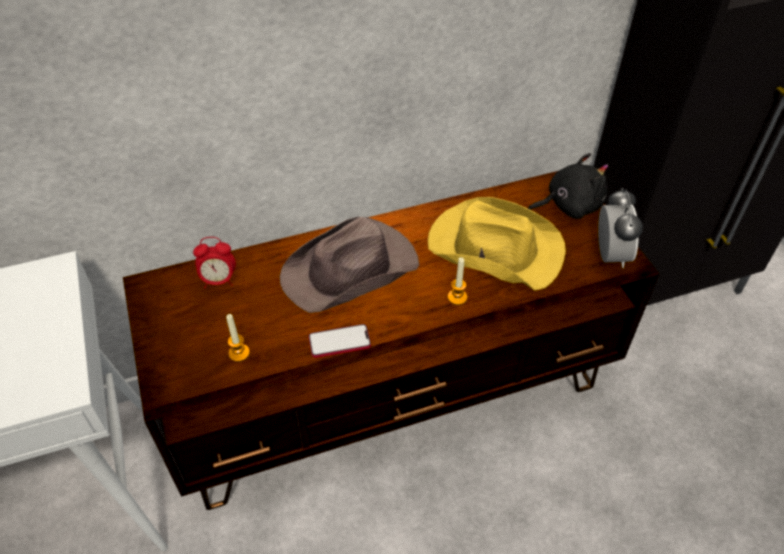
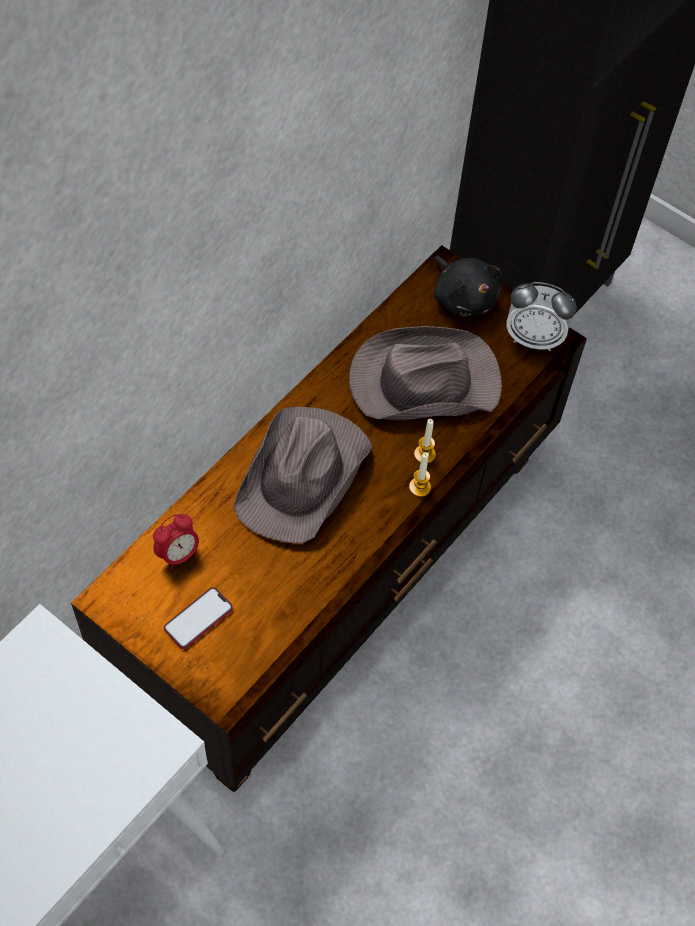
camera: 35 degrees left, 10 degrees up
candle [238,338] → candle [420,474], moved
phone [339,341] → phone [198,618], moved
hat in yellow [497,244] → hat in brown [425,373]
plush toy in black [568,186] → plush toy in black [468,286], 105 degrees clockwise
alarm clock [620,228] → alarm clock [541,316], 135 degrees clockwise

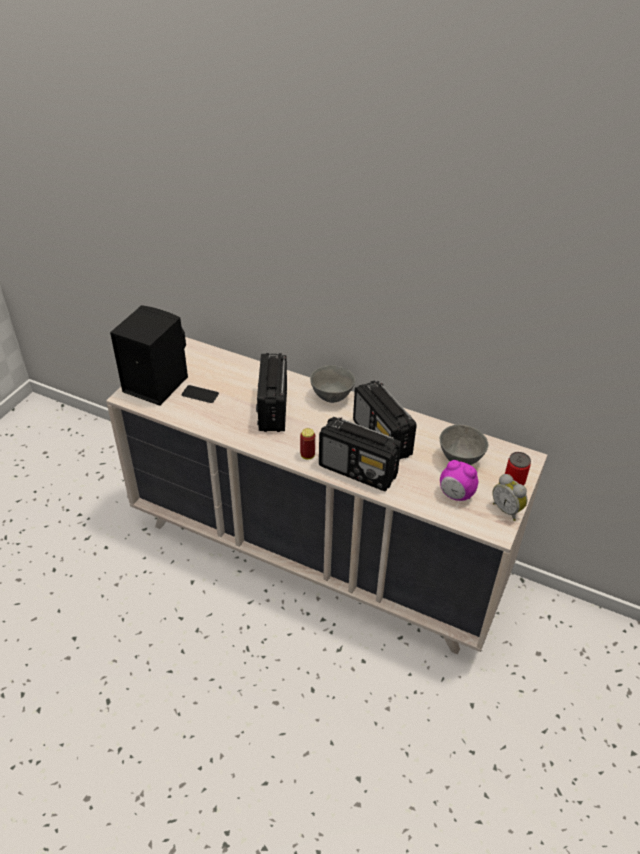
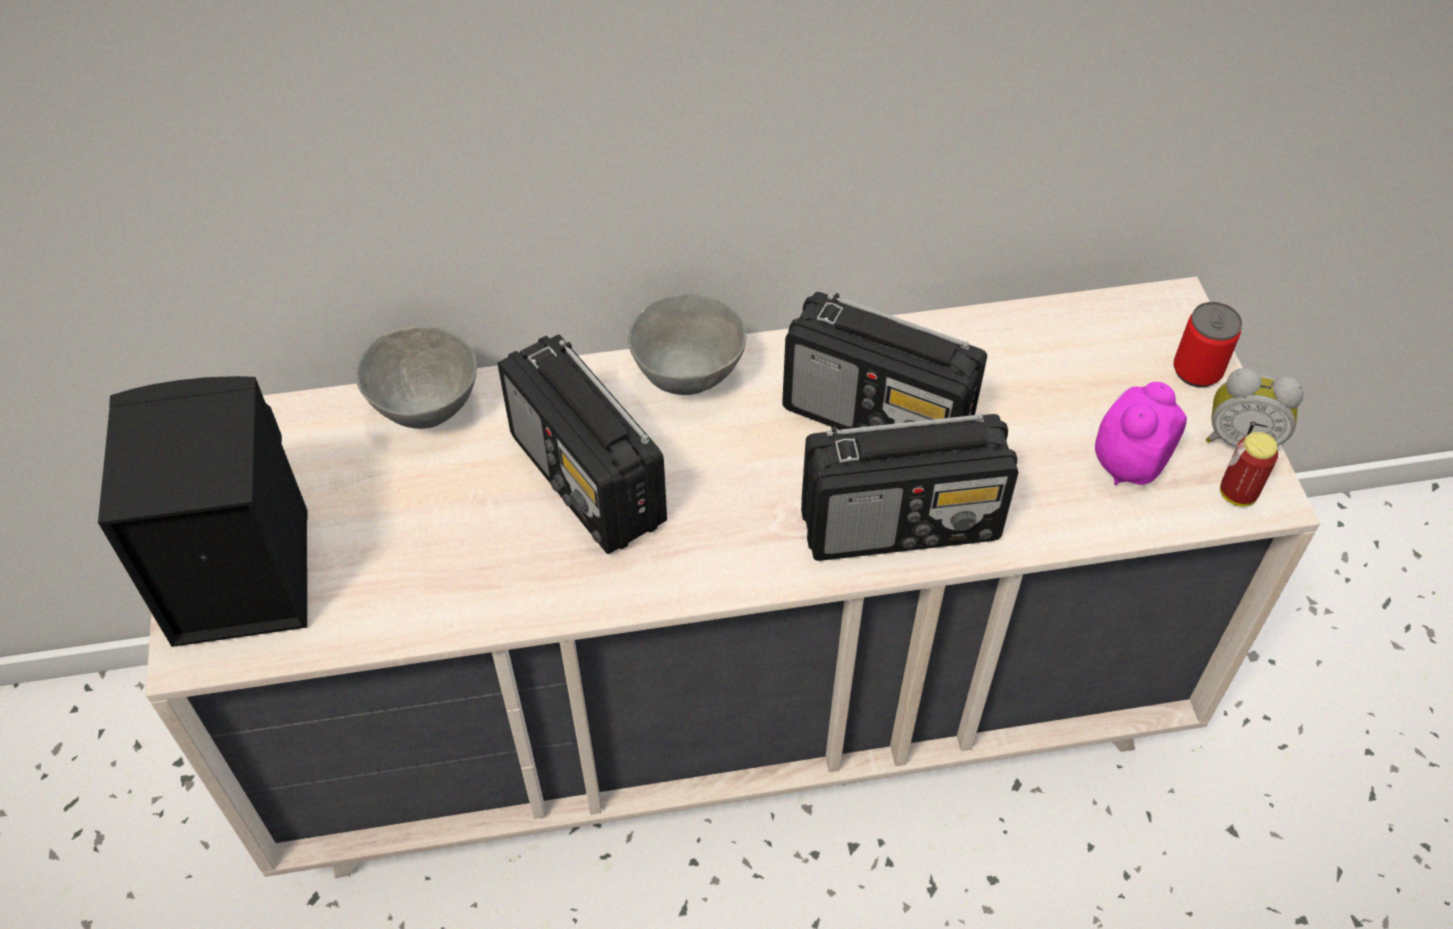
camera: 35 degrees left, 10 degrees up
phone [200,394] → -
can [307,444] → can [1249,469], moved
bowl in grey [464,445] → bowl in grey [416,377], moved
alarm clock [459,480] → alarm clock [1141,433], 135 degrees clockwise

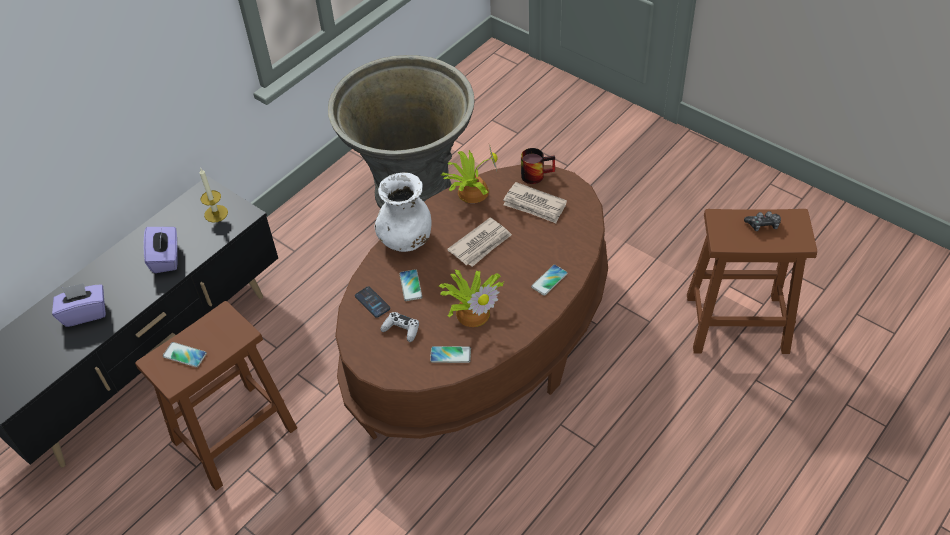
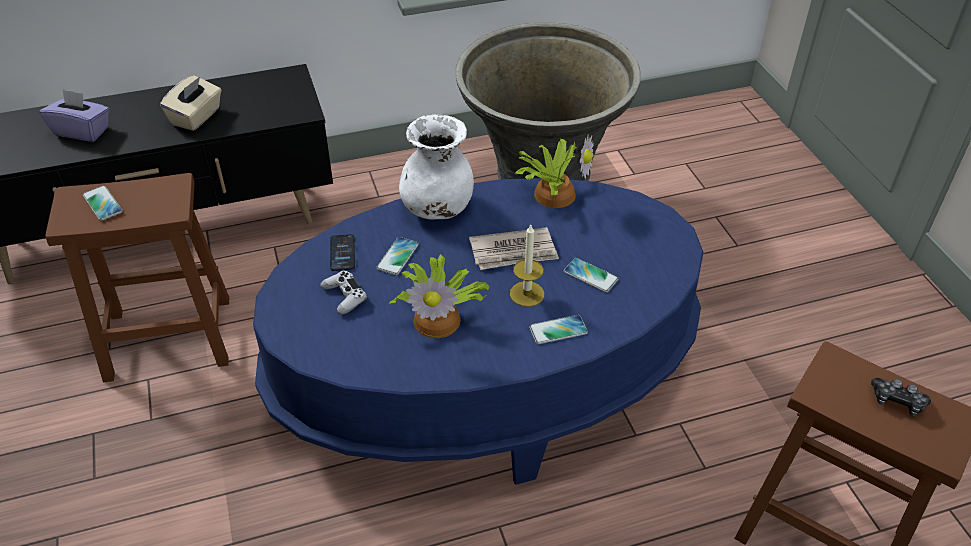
camera: 30 degrees right, 5 degrees down
newspaper [535,202] → -
mug [538,166] → -
candle [214,196] → candle [527,266], moved
phone [450,354] → phone [591,275], moved
tissue box in purple [160,250] → tissue box in beige [190,103]
coffee table in brown [471,302] → coffee table in blue [478,331]

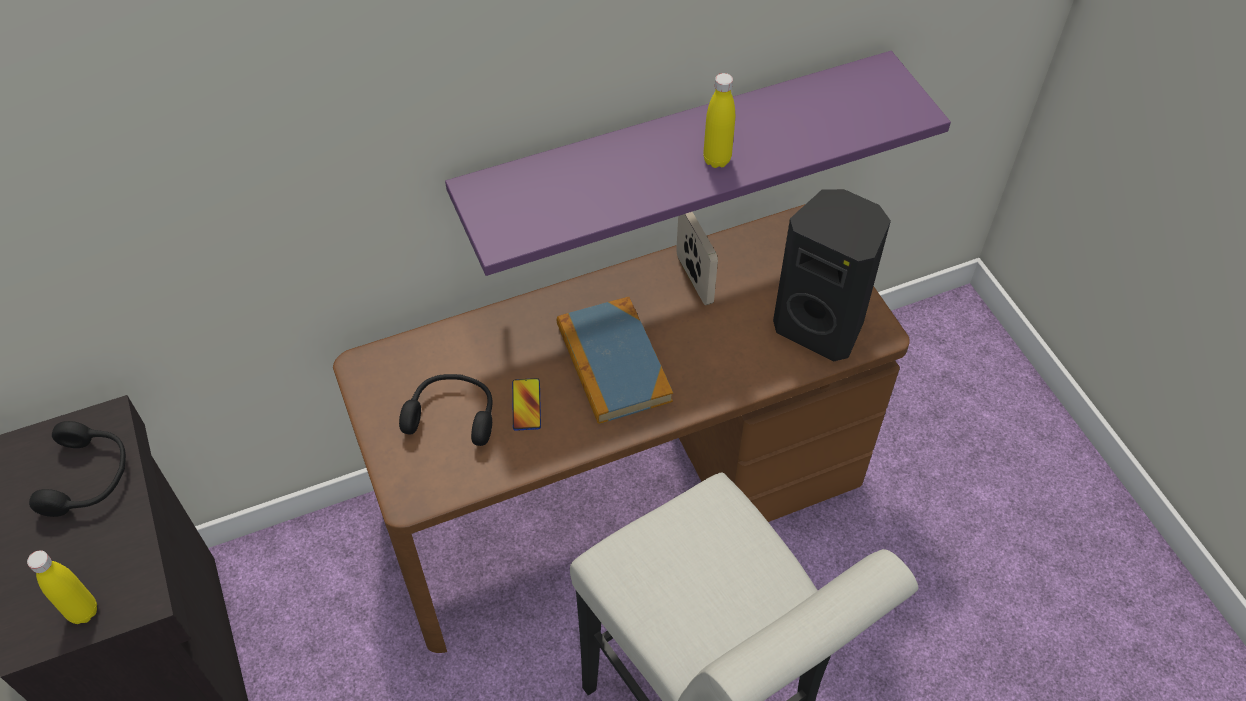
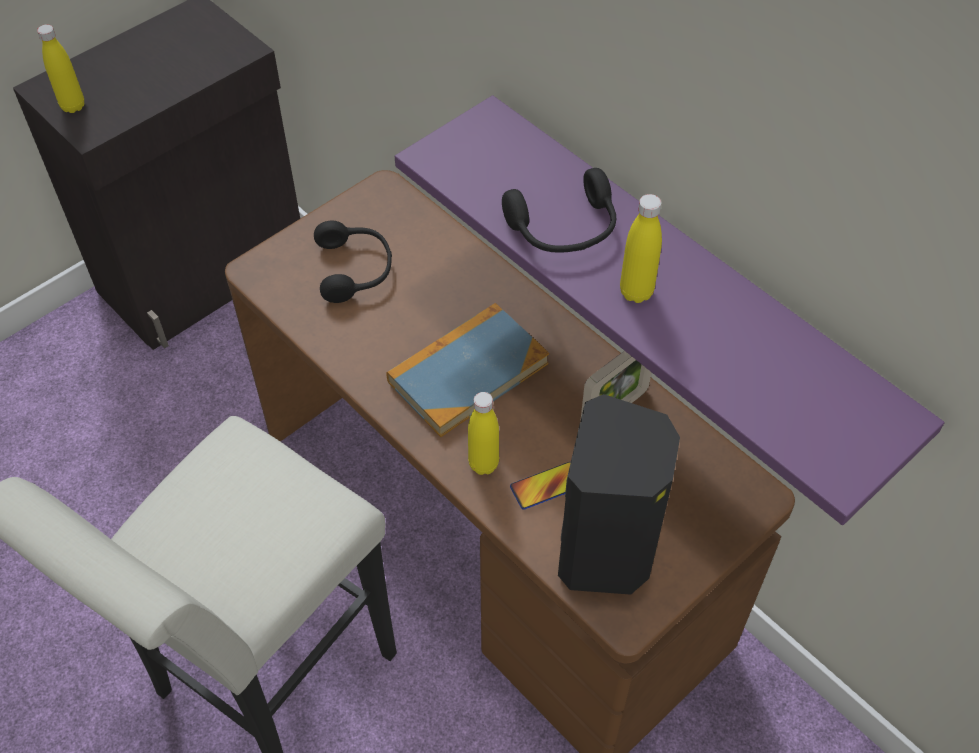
camera: 70 degrees right, 0 degrees up
- → bottle in yellow [483,433]
headphones in black [77,469] → headphones in black [559,210], moved
phone [526,404] → phone [540,486], moved

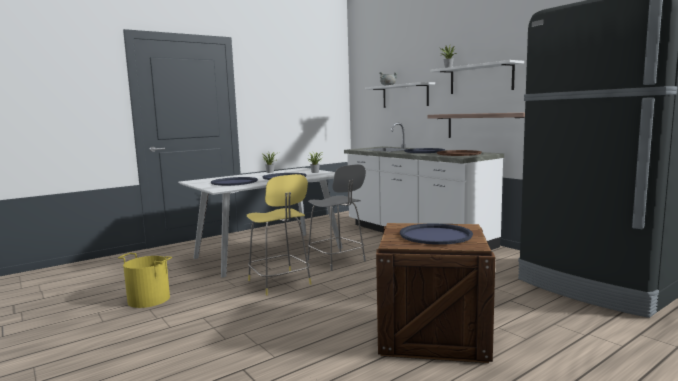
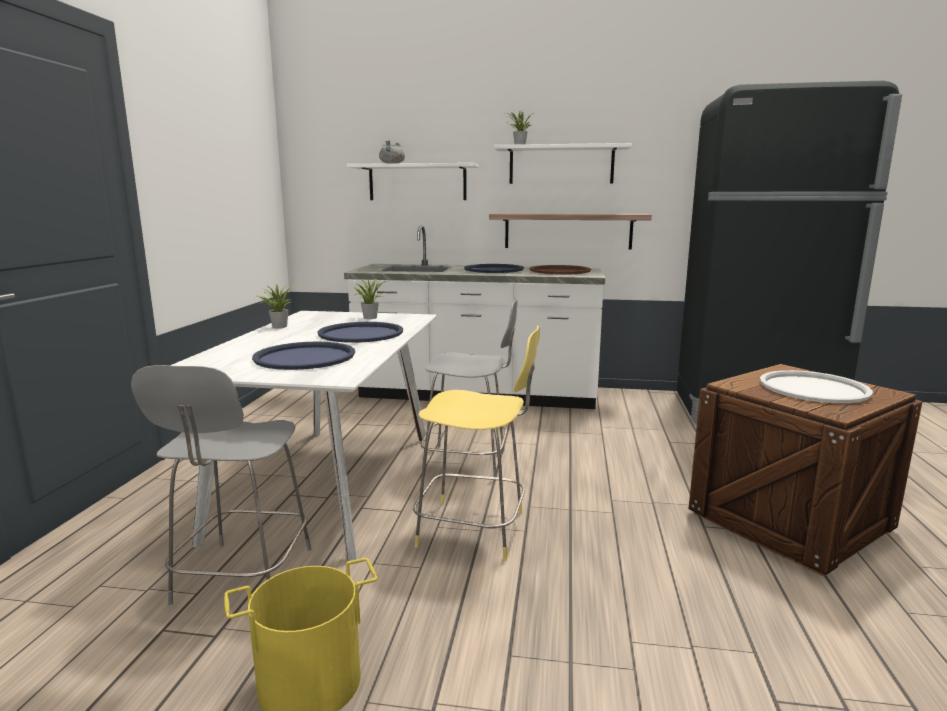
camera: 45 degrees left, 5 degrees up
- → stool in grey [221,485]
tray in blue [436,234] → tray in white [816,386]

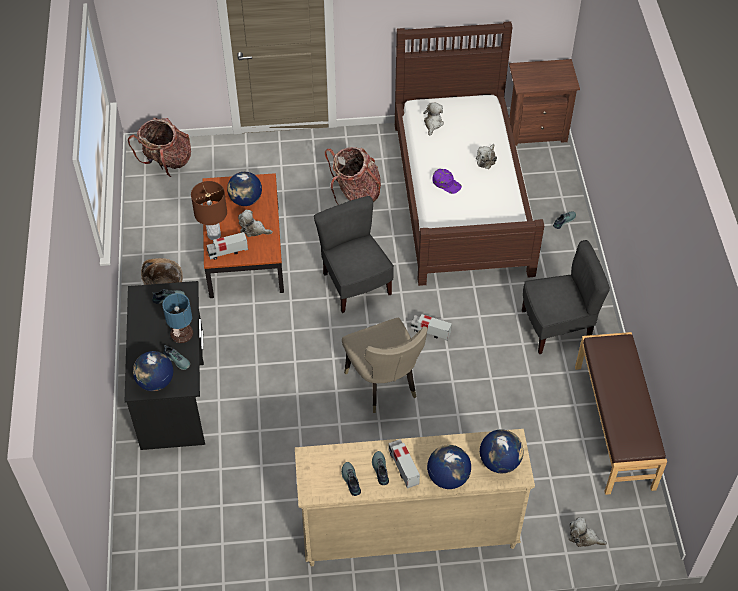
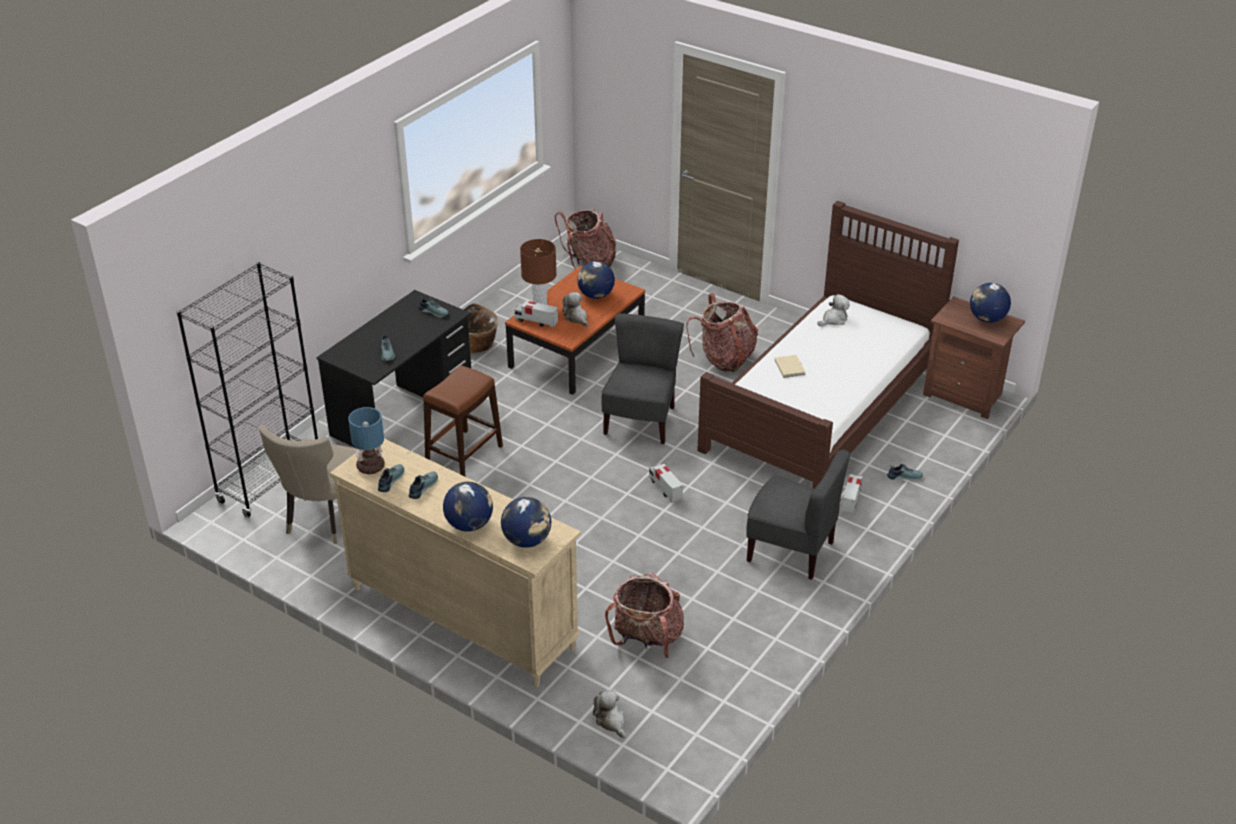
camera: 40 degrees right, 15 degrees down
plush toy [486,156] → -
bench in brown [621,413] → -
- → bookcase in black [247,389]
- → stool in brown [463,420]
- → backpack [644,615]
globe [153,371] → globe [990,303], moved
table lamp [177,318] → table lamp [366,440], moved
chair in beige [385,365] → chair in beige [308,484], moved
toy truck [404,464] → toy truck [852,494], moved
cap in purple [447,181] → book in beige [790,366]

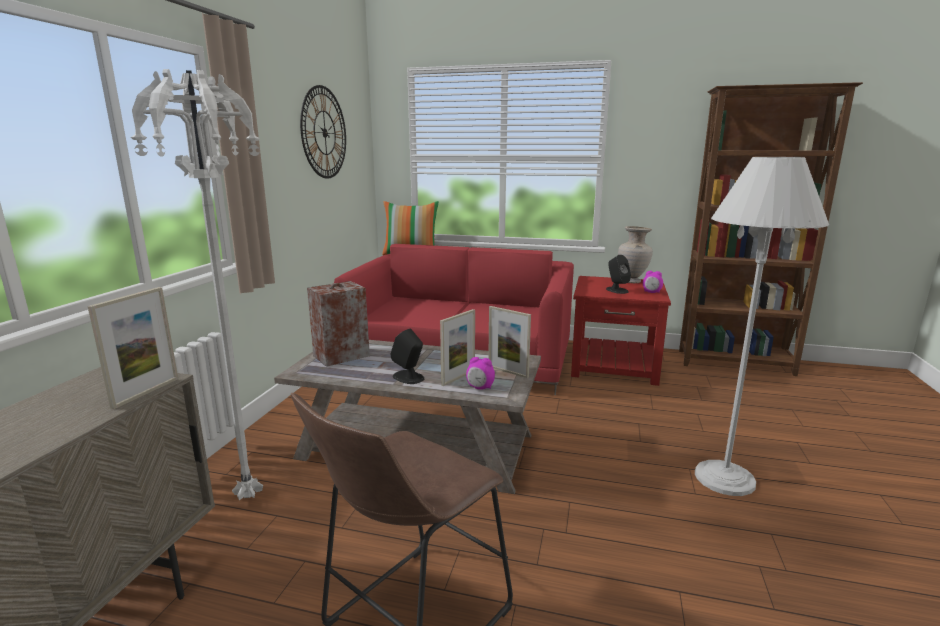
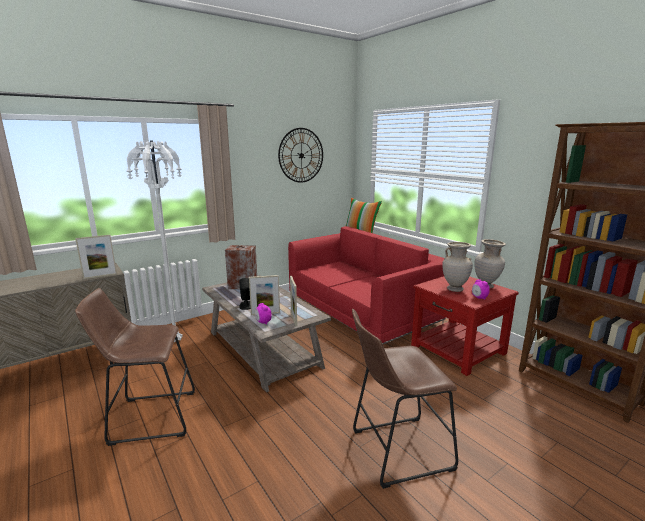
camera: 40 degrees right, 0 degrees up
speaker in black [618,274] → vase in beige [457,267]
floor lamp in white [762,326] → stool in brown [405,399]

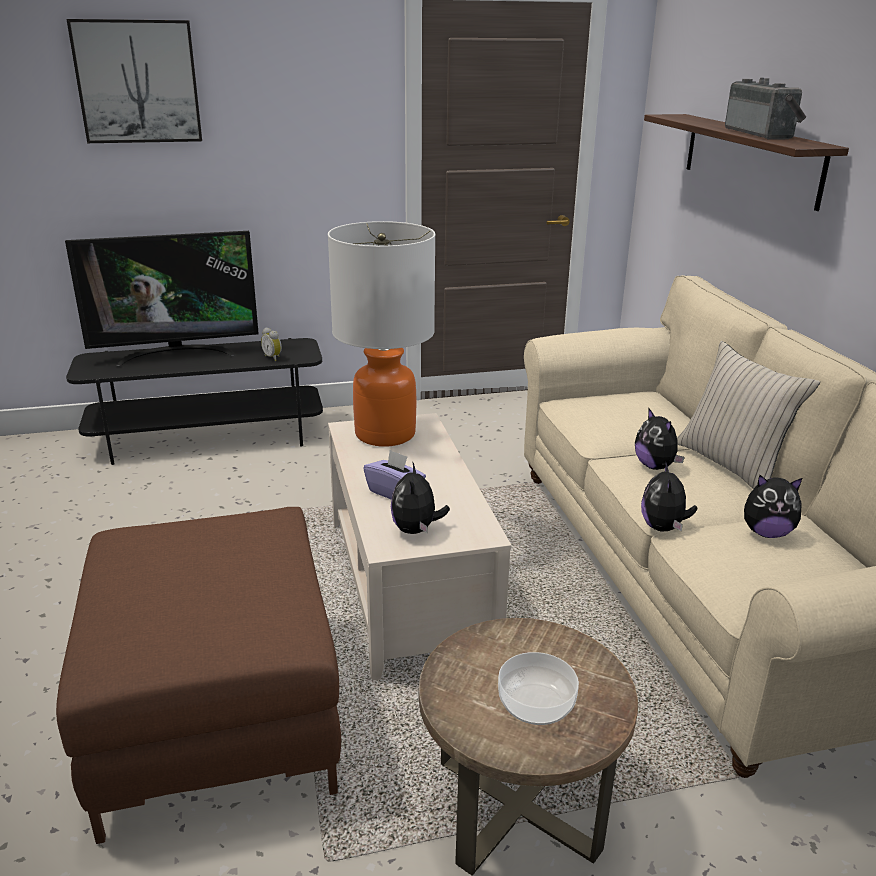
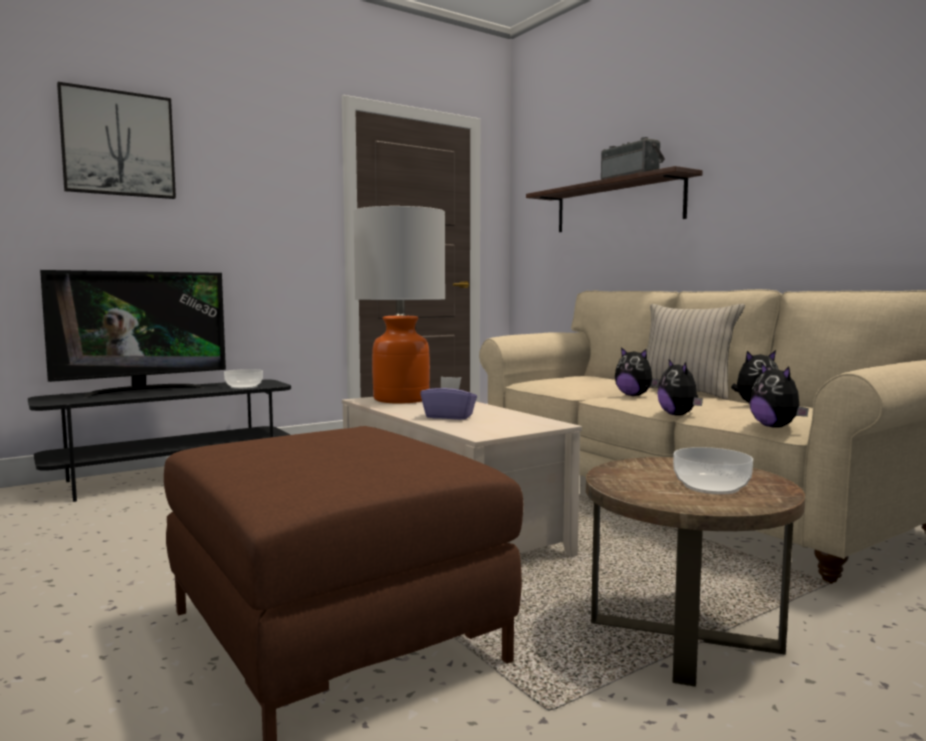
camera: 20 degrees left, 20 degrees down
plush toy [420,497] → plush toy [779,395], moved
alarm clock [271,344] → bowl [243,379]

